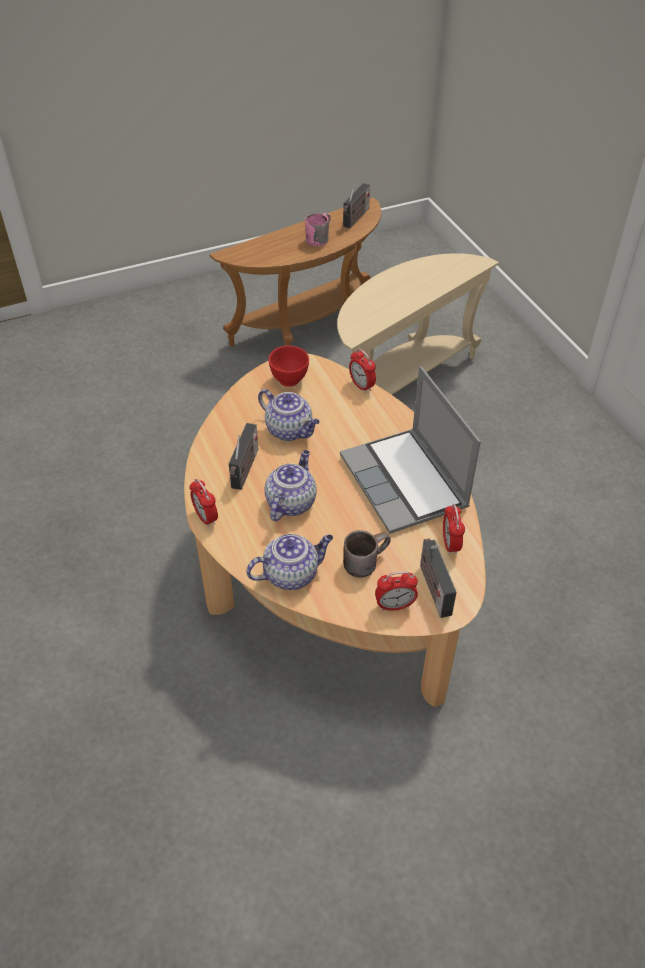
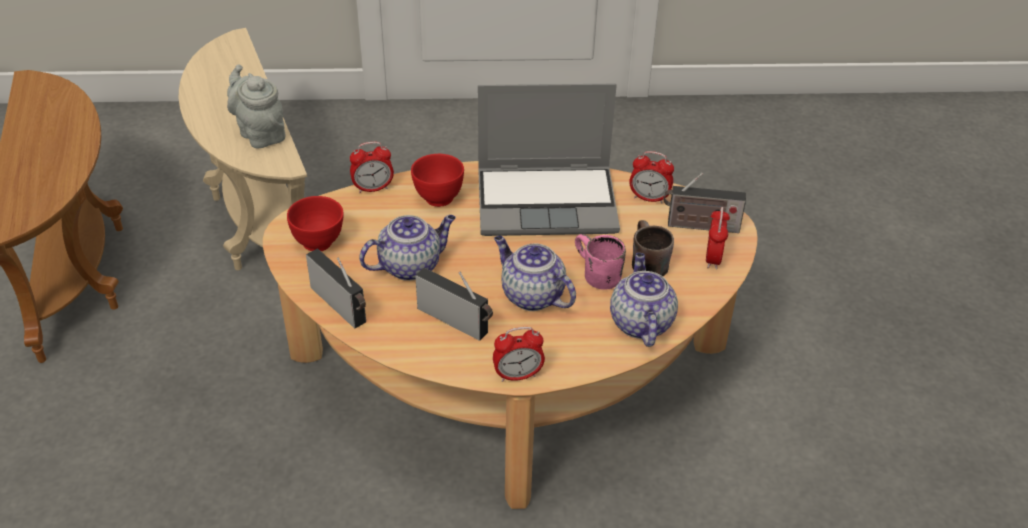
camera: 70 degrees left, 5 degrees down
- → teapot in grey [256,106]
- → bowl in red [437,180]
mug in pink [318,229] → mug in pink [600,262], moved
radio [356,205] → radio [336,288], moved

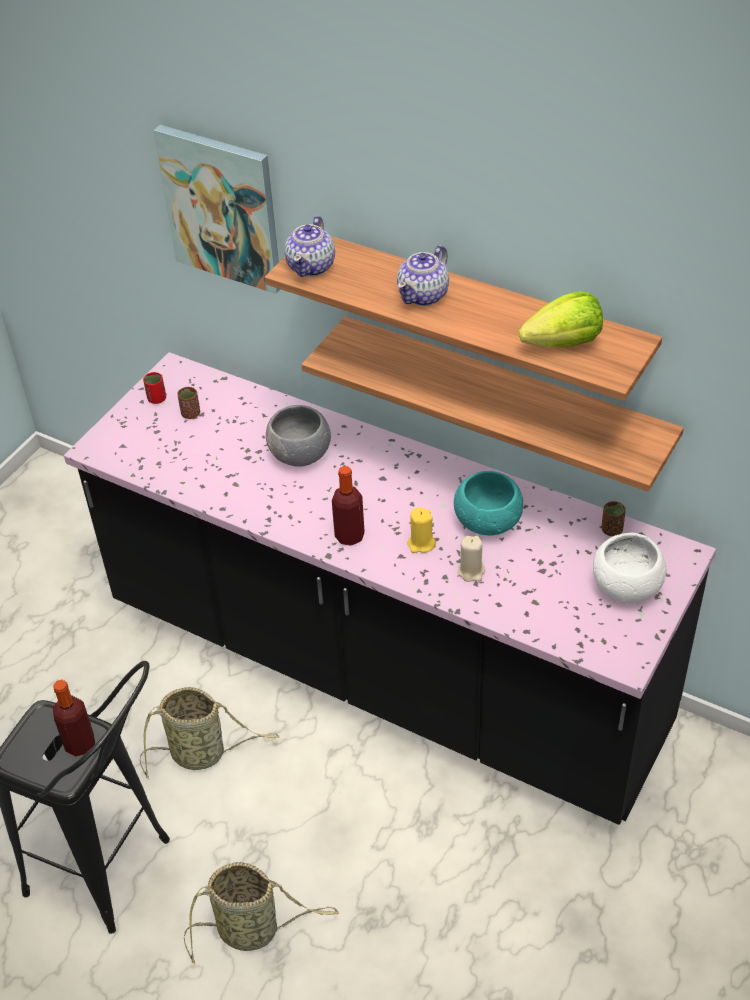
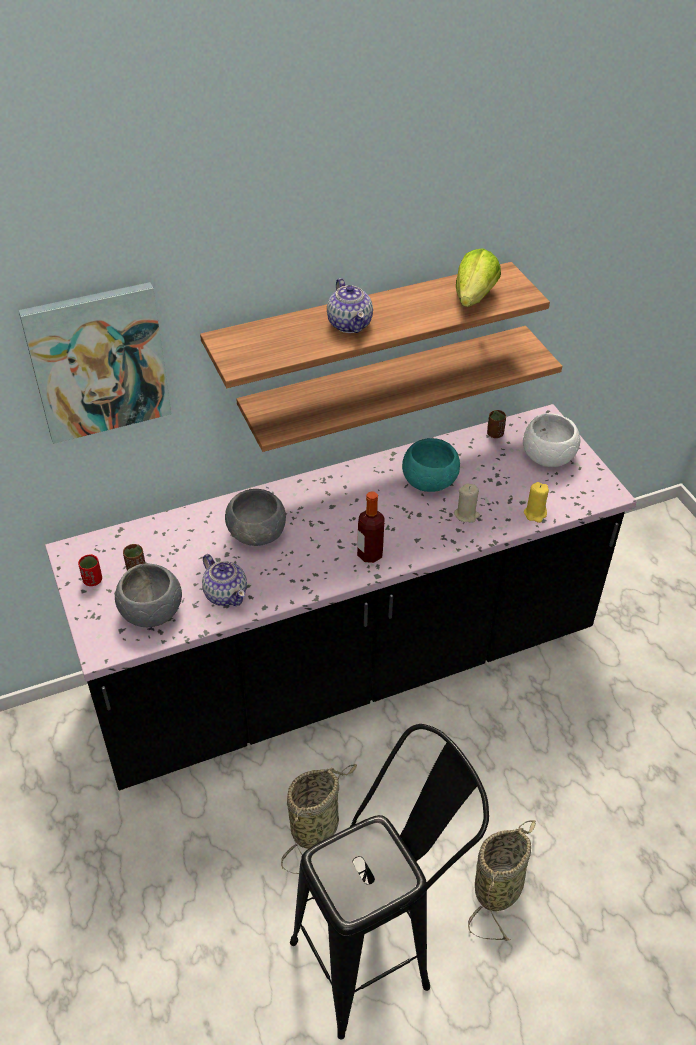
camera: 55 degrees left, 0 degrees up
bottle [74,718] → -
- → bowl in grey [148,595]
teapot [309,246] → teapot [224,580], moved
candle in yellow [421,530] → candle in yellow [536,502], moved

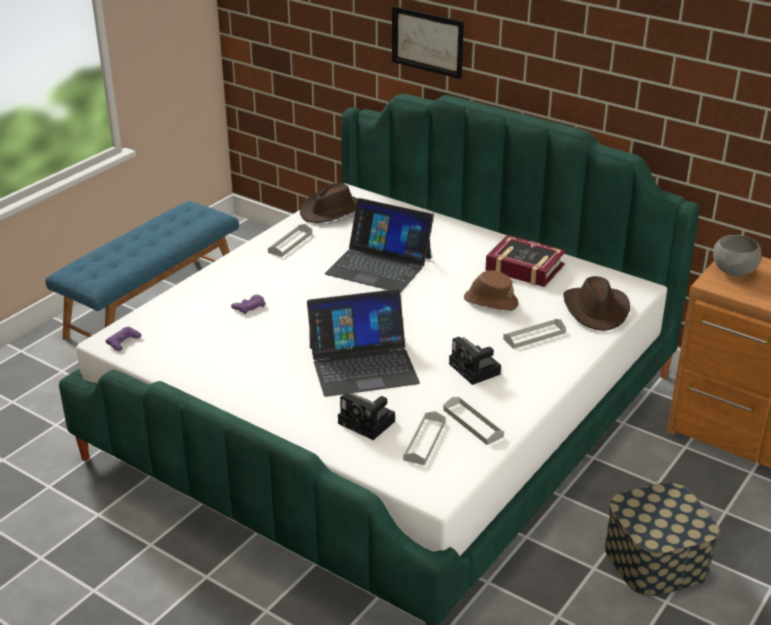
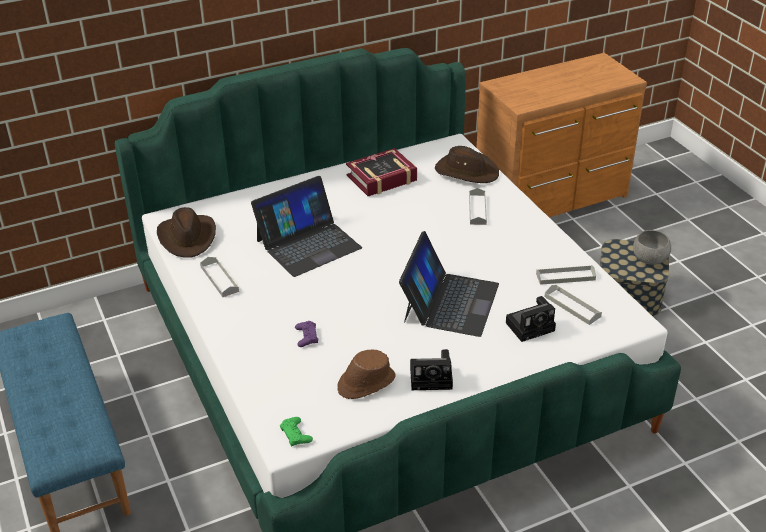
camera: 60 degrees left, 5 degrees up
picture [428,42] → -
photo camera [475,361] → photo camera [431,369], moved
hat in brown [491,290] → hat in brown [366,374], moved
bowl in grey [737,255] → bowl in grey [652,247], moved
game controller in purple [123,339] → game controller in green [296,431]

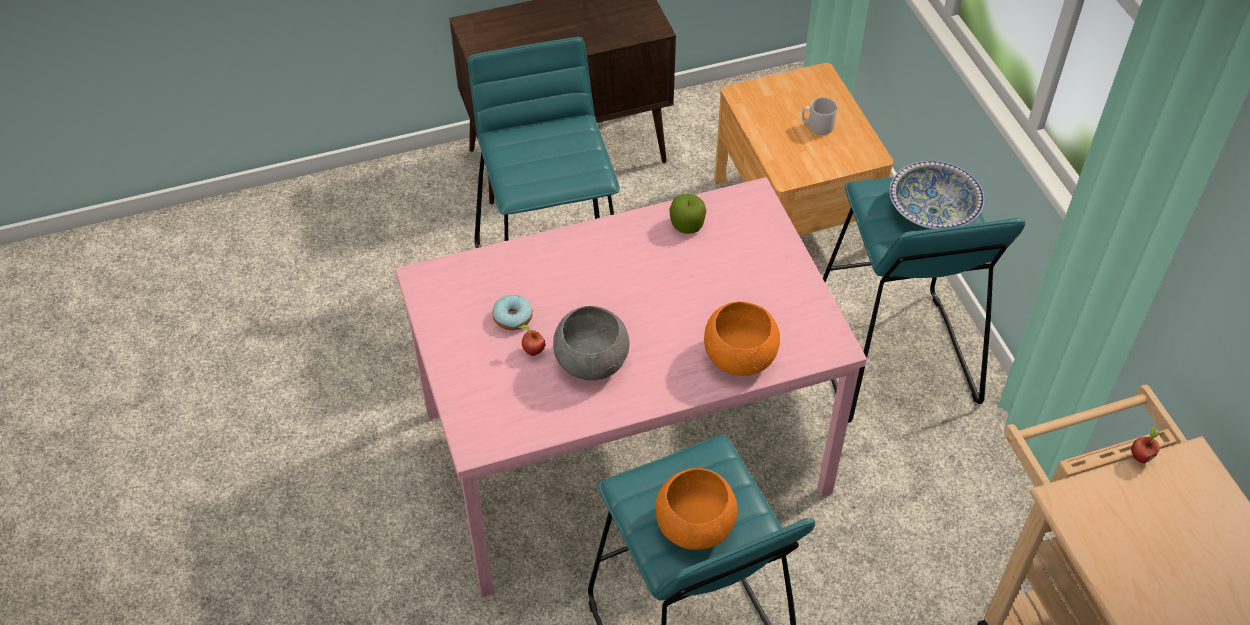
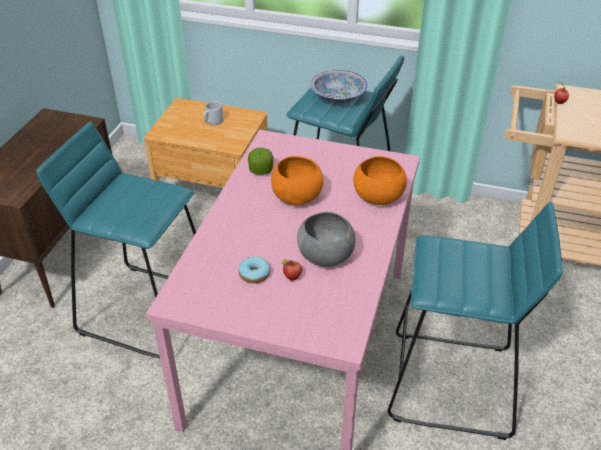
camera: 55 degrees left, 10 degrees down
bowl in orange [696,509] → bowl in orange [297,180], moved

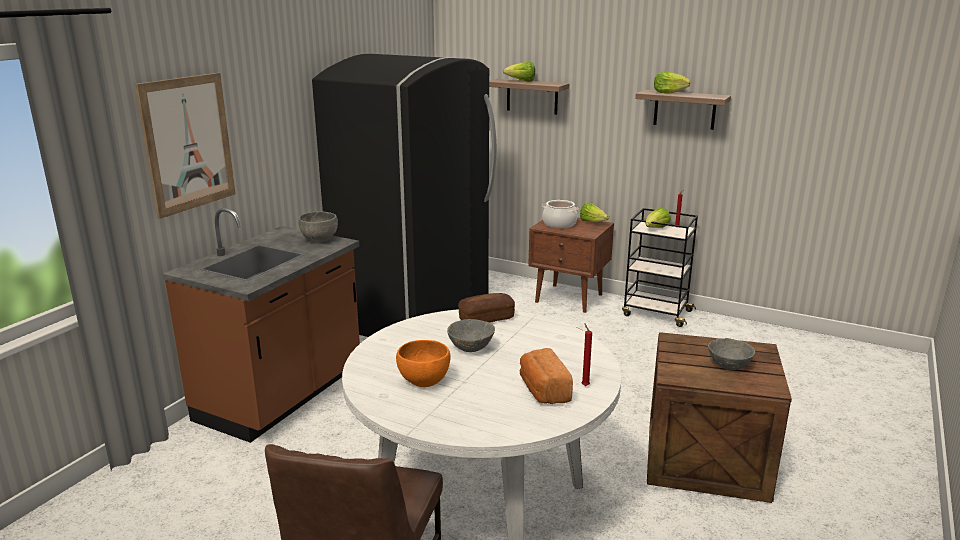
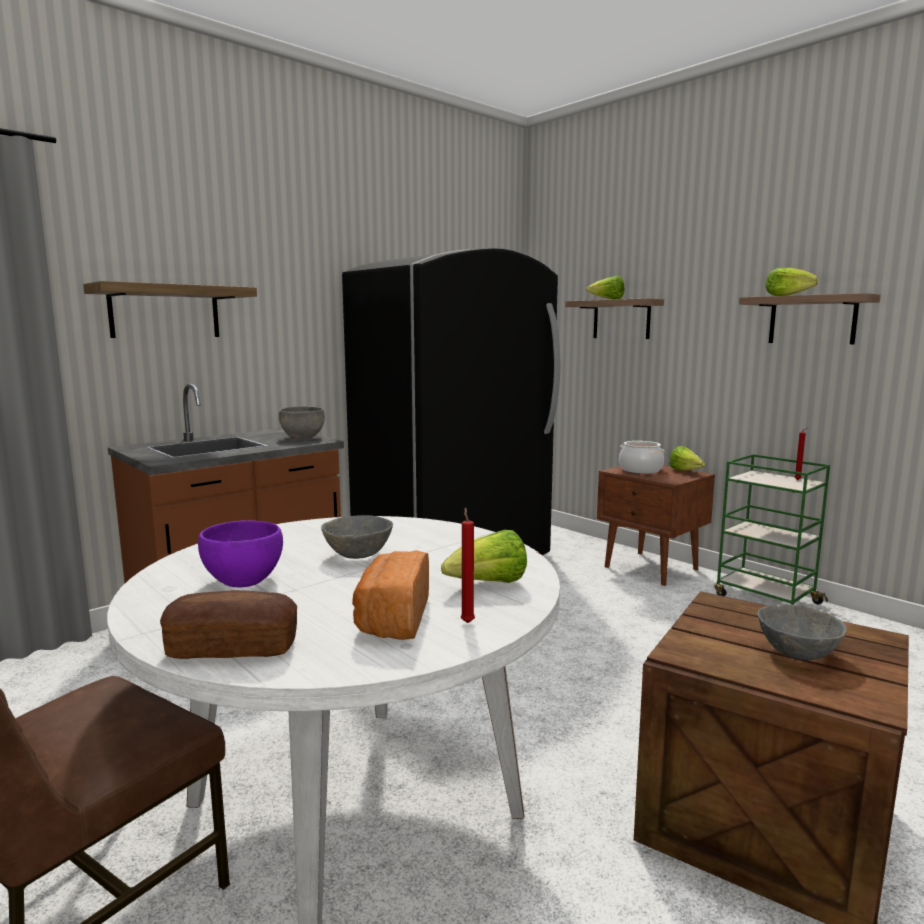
camera: 20 degrees right, 10 degrees down
bread [486,308] → bread [228,624], moved
lettuce [658,218] → lettuce [484,556], moved
picture [185,146] → shelf [170,309]
bowl in orange [423,363] → bowl in purple [240,553]
cart in black [660,267] → cart in green [772,530]

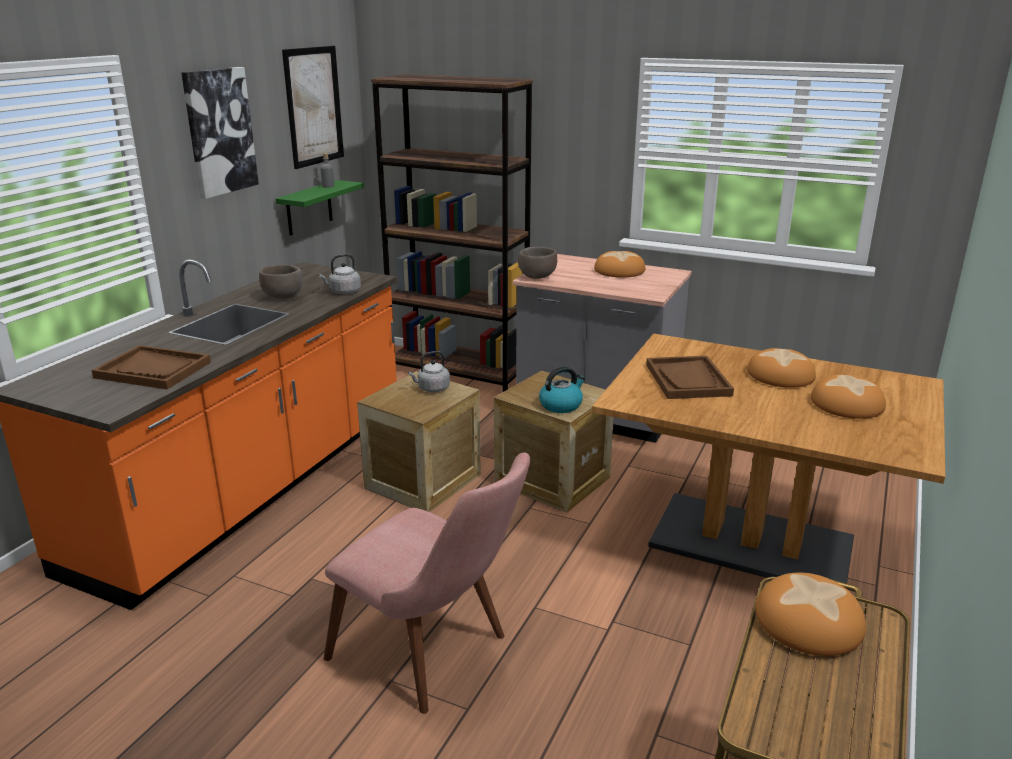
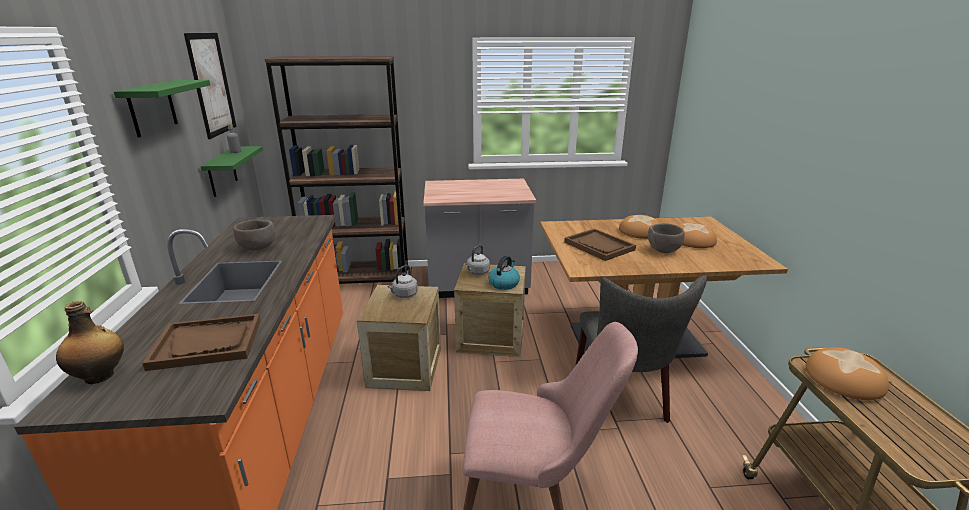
camera: 30 degrees left, 0 degrees up
bread [619,264] → -
- → bottle [90,342]
- → chair in grey [641,349]
kettle in grey [340,274] → kettle in grey [477,260], moved
bowl in brown [537,263] → bowl in brown [666,238], moved
picture [220,133] → shelf in green [162,109]

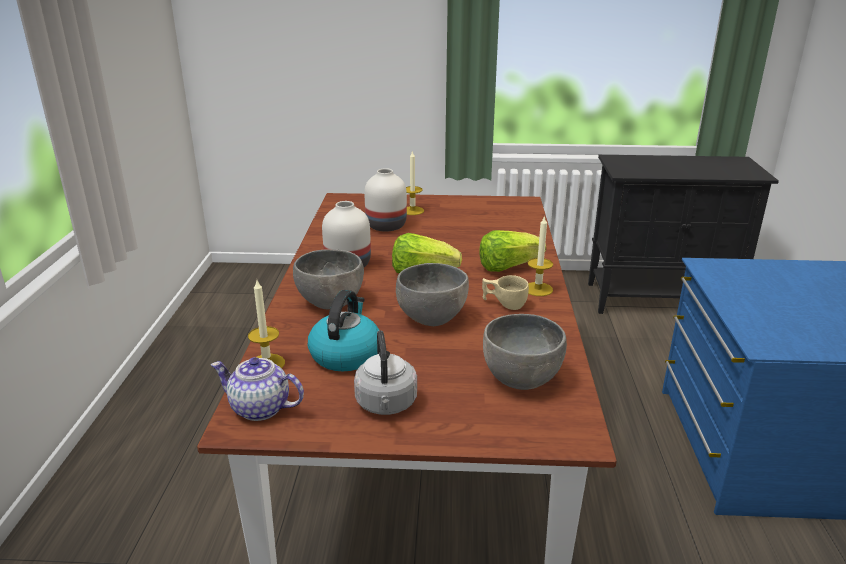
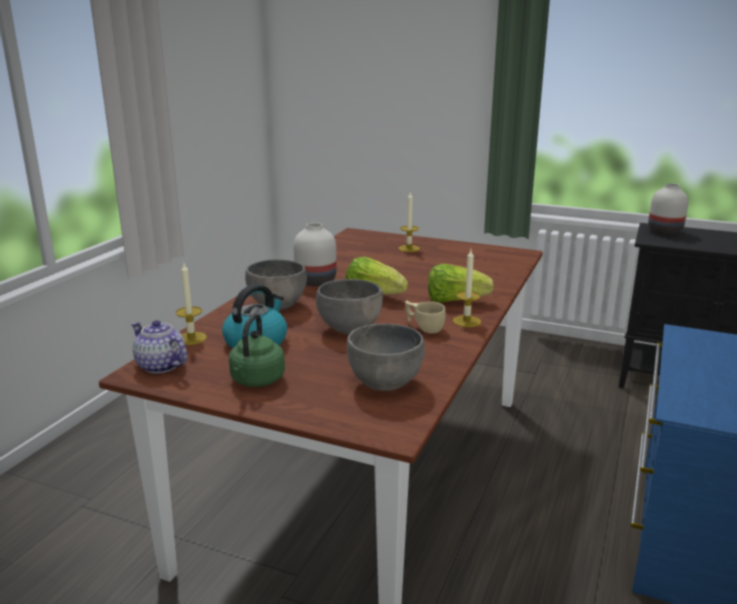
camera: 20 degrees right, 5 degrees down
vase in white [385,200] → vase in white [668,209], moved
kettle in grey [385,372] → kettle in green [257,350]

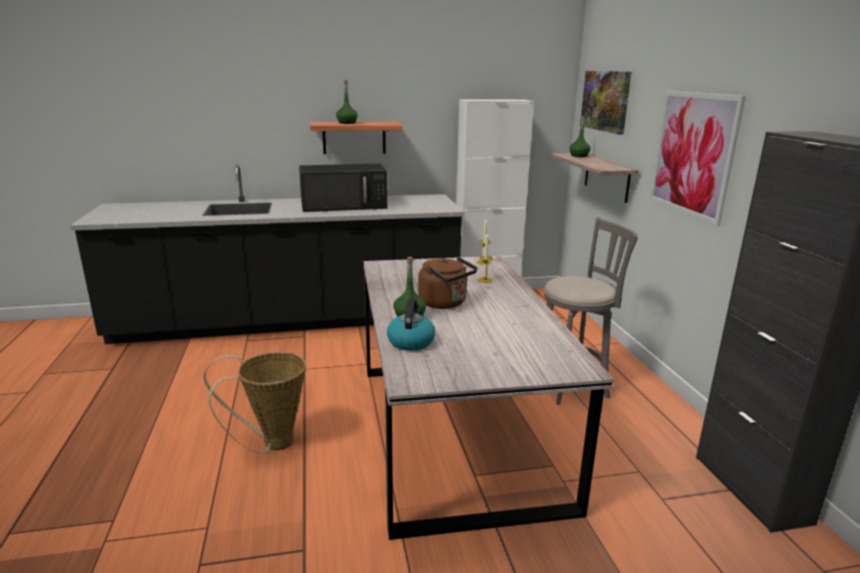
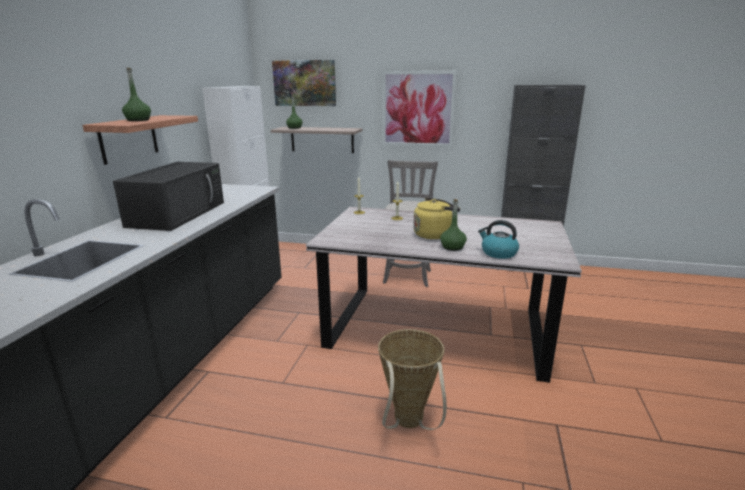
camera: 65 degrees left, 0 degrees up
kettle in brown [447,282] → kettle in yellow [436,218]

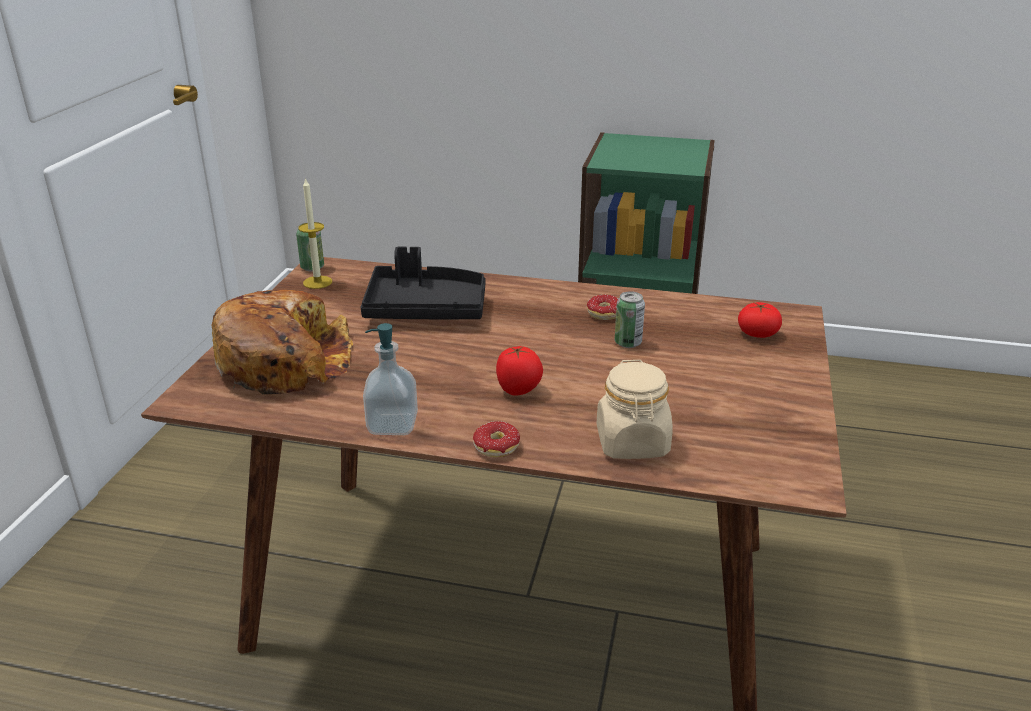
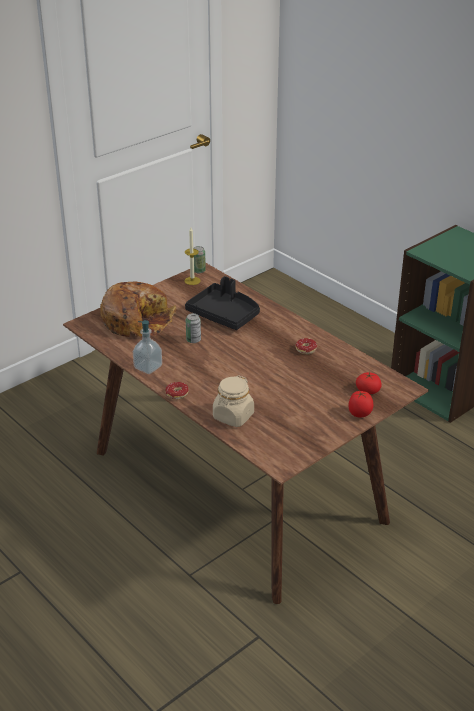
camera: 35 degrees right, 5 degrees up
tomato [519,371] → tomato [361,404], moved
can [630,319] → can [193,328], moved

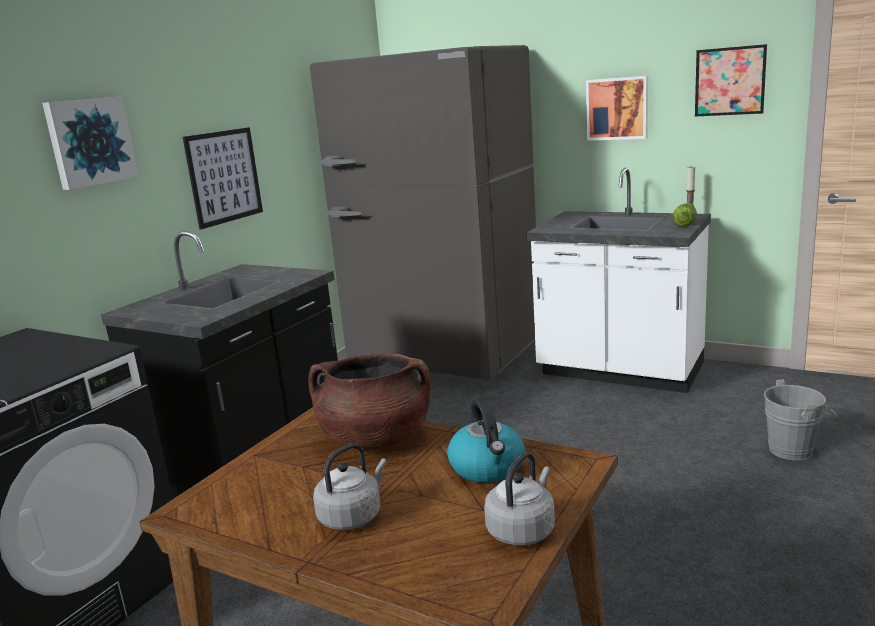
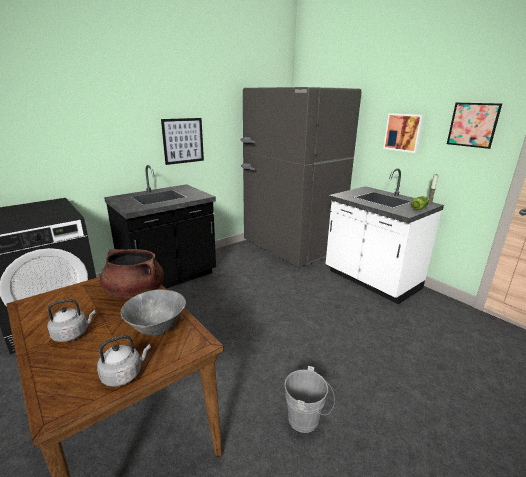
camera: 20 degrees right, 5 degrees up
picture [90,143] → -
bucket in grey [800,419] → bucket in grey [309,399], moved
kettle [486,440] → bowl in grey [153,312]

